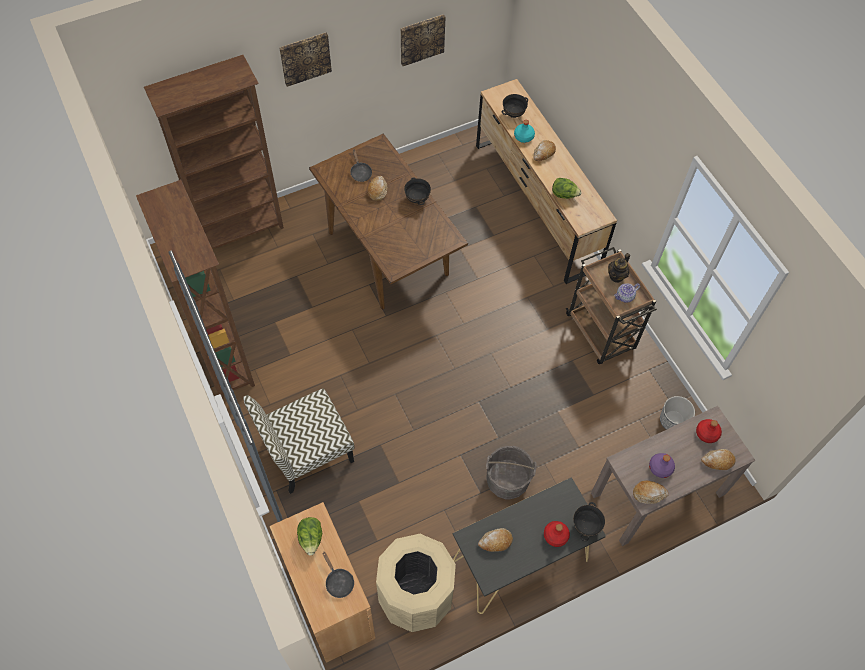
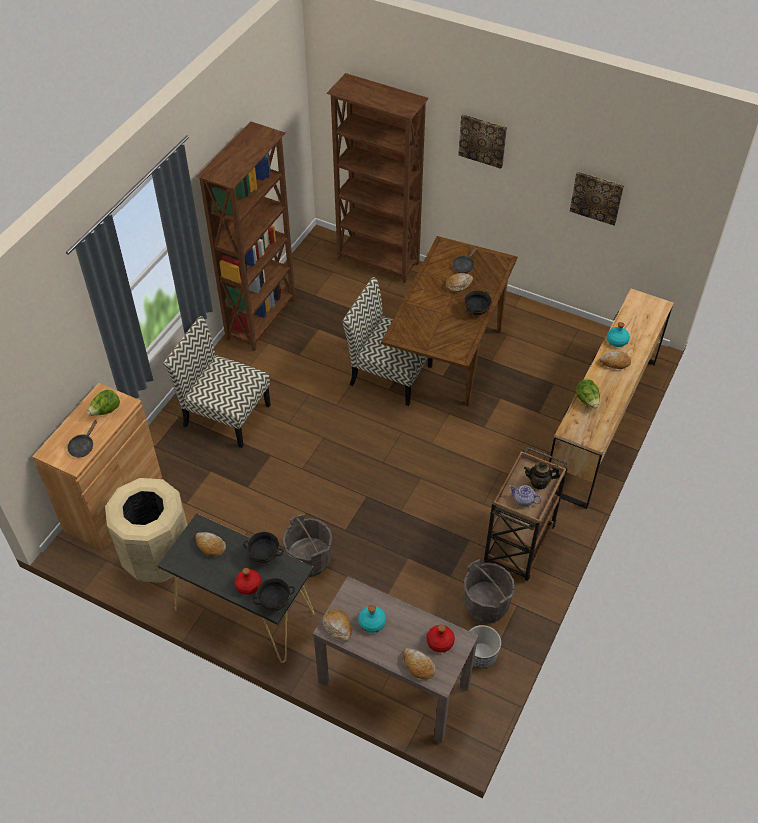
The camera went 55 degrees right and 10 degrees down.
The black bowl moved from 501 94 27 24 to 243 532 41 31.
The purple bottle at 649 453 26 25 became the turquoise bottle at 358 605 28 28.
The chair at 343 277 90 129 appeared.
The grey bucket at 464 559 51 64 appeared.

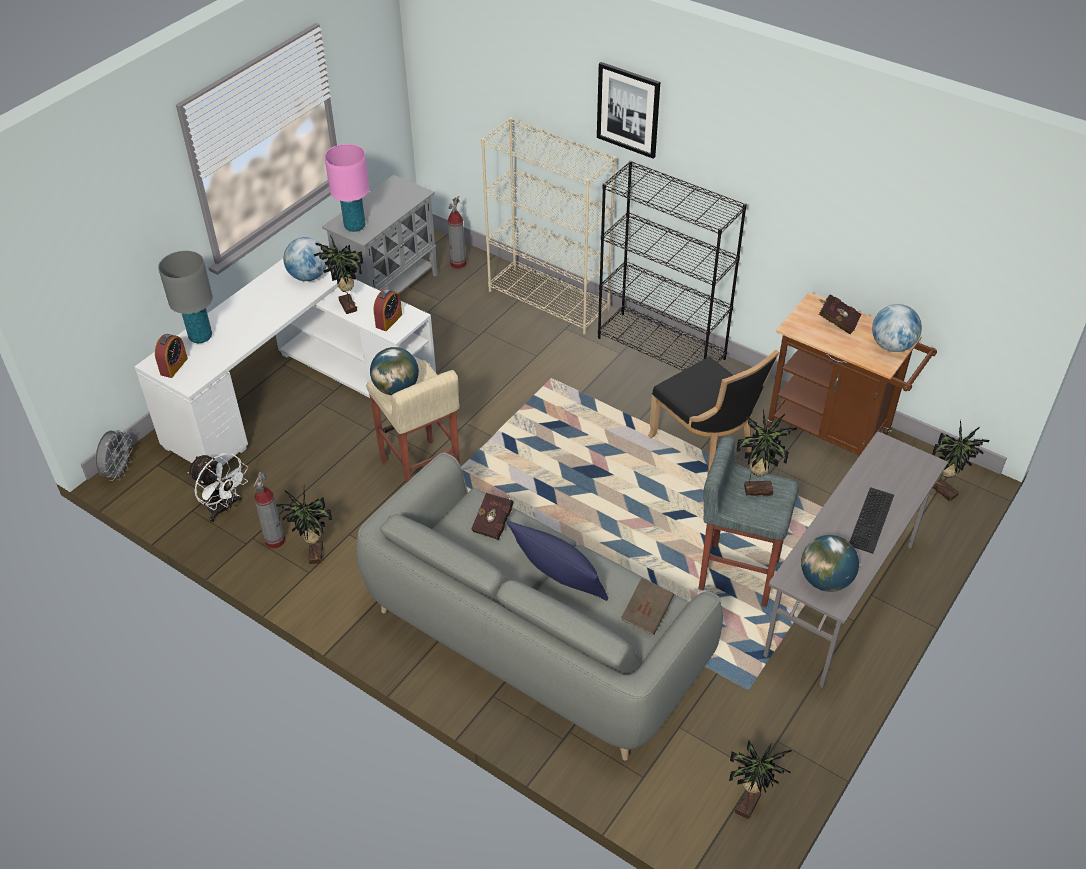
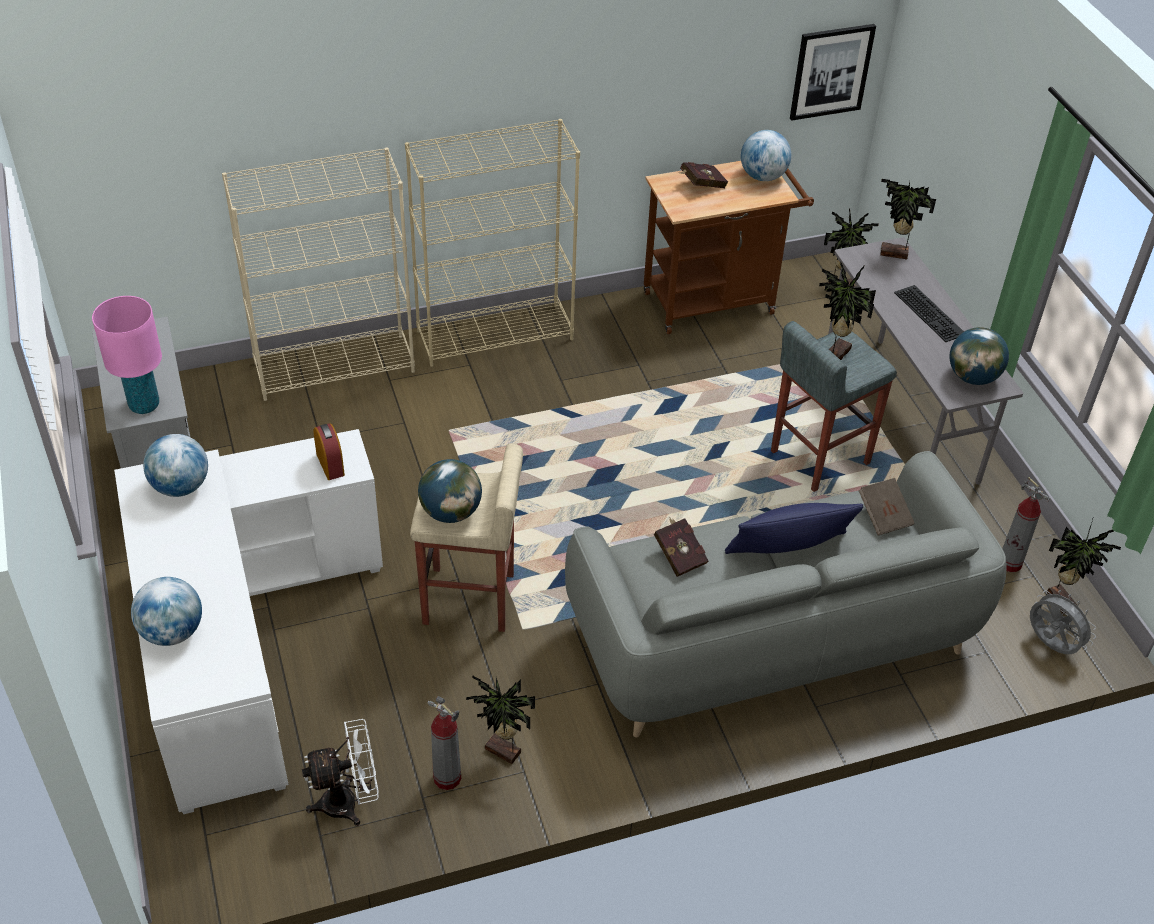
The camera went 55 degrees left and 0 degrees up.
The picture moved from 597 62 63 97 to 790 24 86 97.
The black bookcase at 598 161 149 210 became the beige bookcase at 405 119 175 248.
The fire extinguisher moved from 448 196 18 73 to 1002 477 48 95.
The potted plant moved from 314 235 49 79 to 880 179 56 80.
The grey table lamp at 158 251 55 92 was replaced by the globe at 131 577 71 69.
The alarm clock at 155 334 33 44 disappeared.
The black chair at 648 350 131 126 disappeared.
The grey fan moved from 96 430 37 51 to 1030 590 66 64.

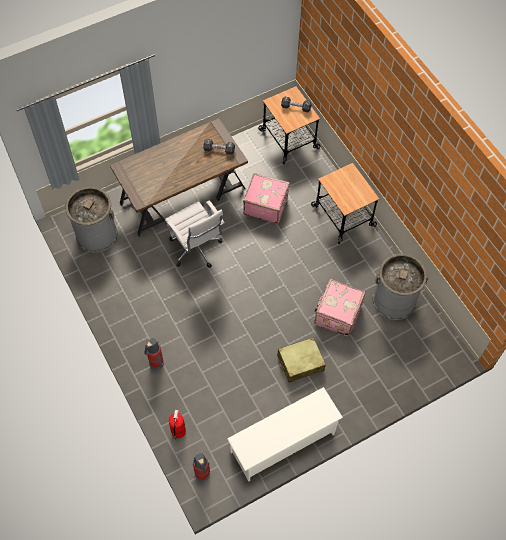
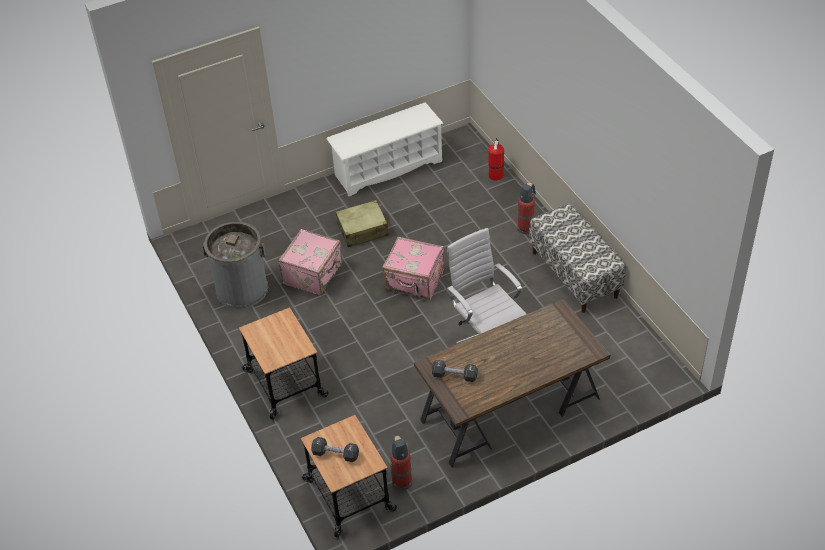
The camera went 175 degrees left and 15 degrees down.
The pink suitcase moved from 243 173 47 51 to 382 237 62 63.
The grey trash can at 65 187 53 66 disappeared.
The fire extinguisher moved from 193 453 17 28 to 390 435 22 56.
The bench at 529 204 97 109 appeared.

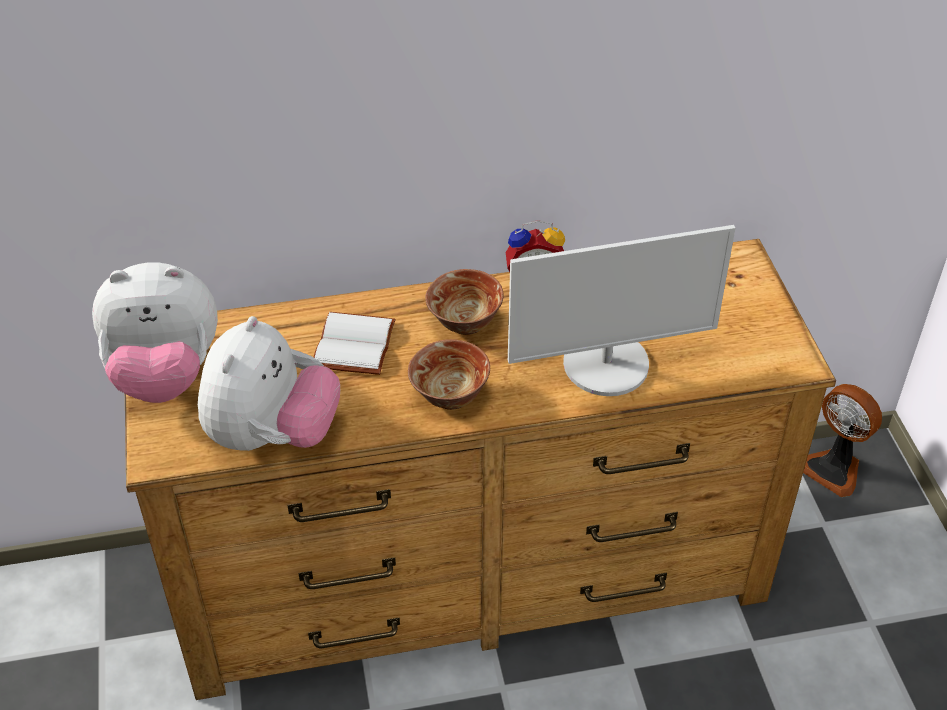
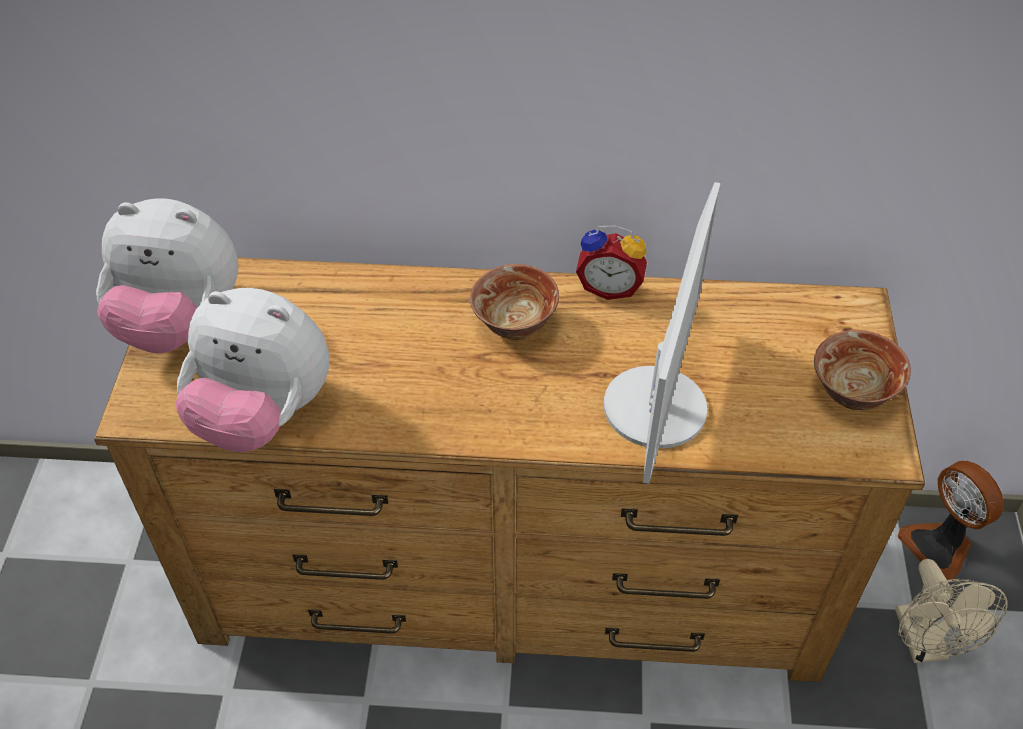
The camera went 15 degrees right and 5 degrees up.
The monitor at 508 225 227 171 turned 75 degrees counterclockwise.
The white book at 313 312 83 63 disappeared.
The plush toy at 198 316 142 135 turned 75 degrees clockwise.
The bowl moved from 408 339 82 71 to 814 330 97 80.
The beige fan at 895 559 113 104 appeared.

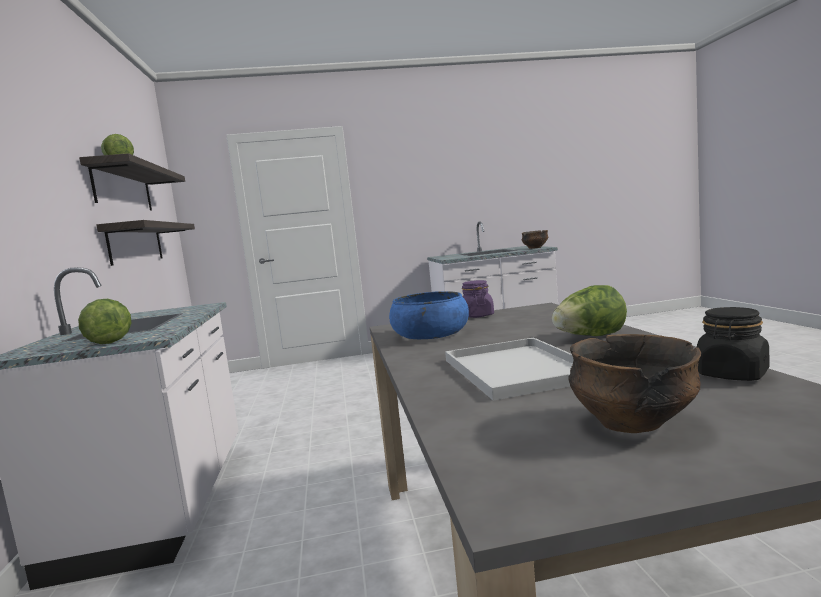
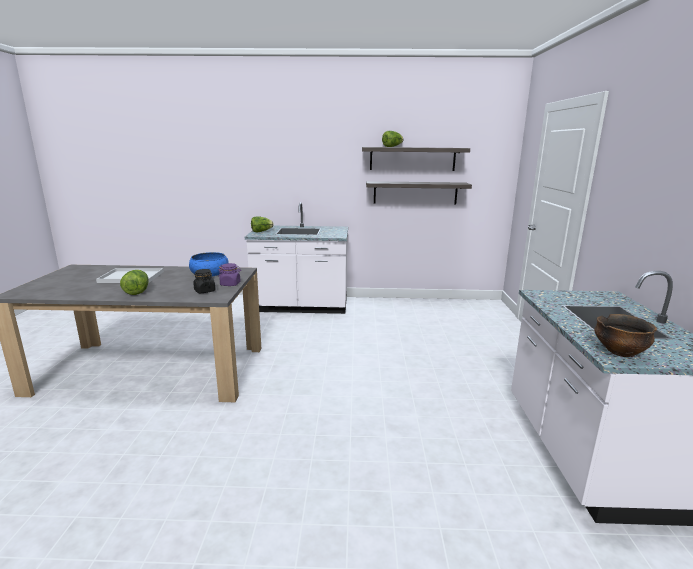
The camera went 100 degrees right and 10 degrees up.
The black jar moved from 697 307 72 74 to 193 269 23 24.
The bowl at 568 334 133 99 disappeared.

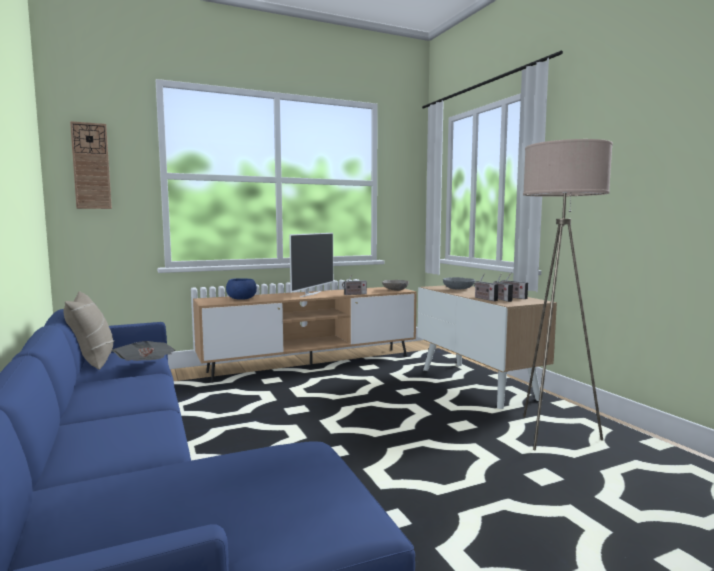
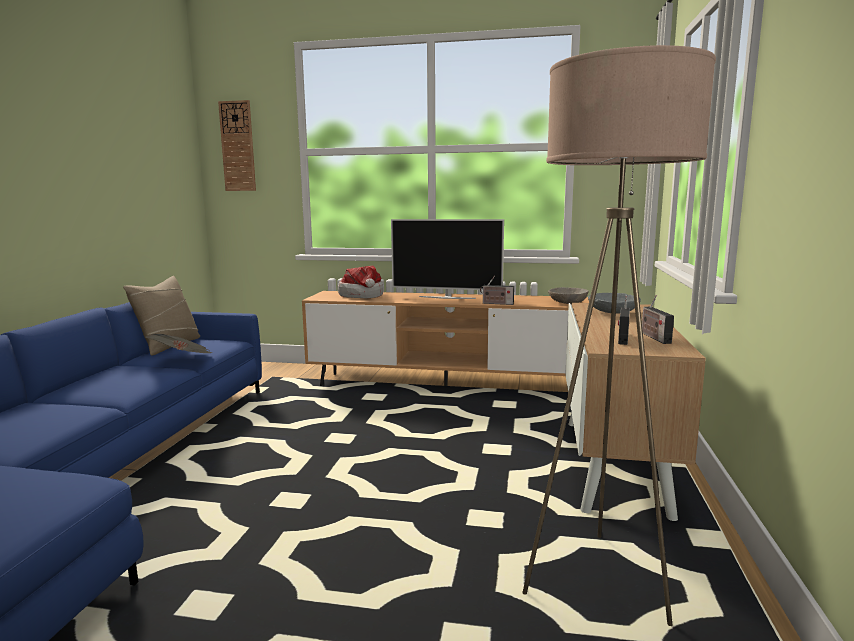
The camera went 35 degrees right and 5 degrees up.
The television at 289 233 44 64 turned 45 degrees clockwise.
The radio at 474 273 24 28 disappeared.
The blue bowl at 226 279 31 21 was replaced by the hat at 338 266 45 32.

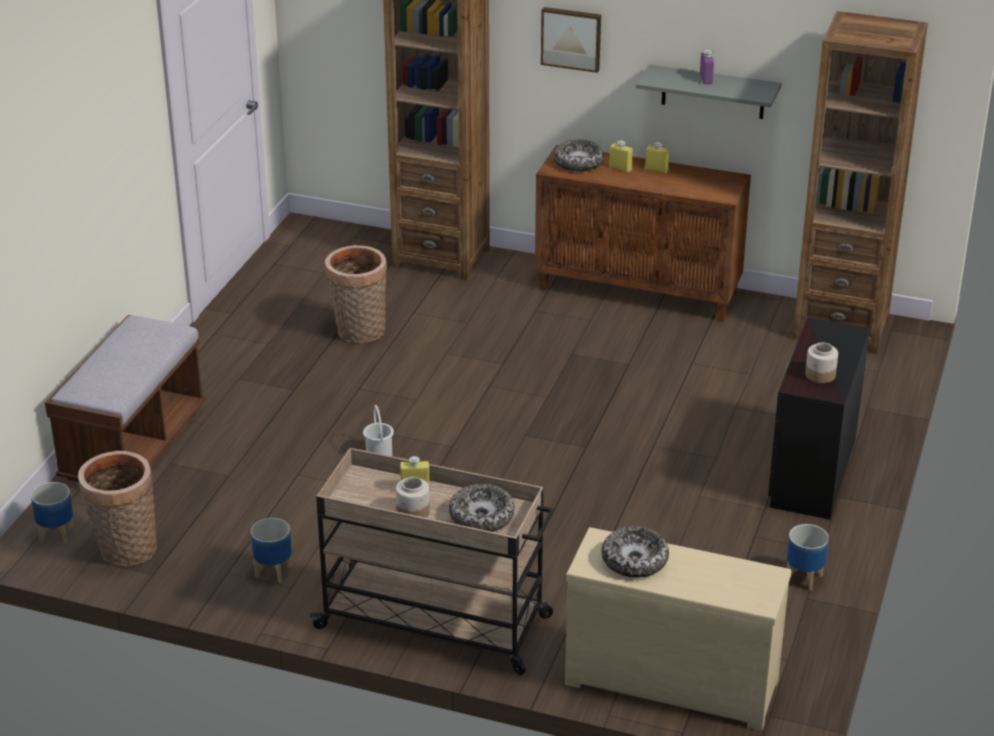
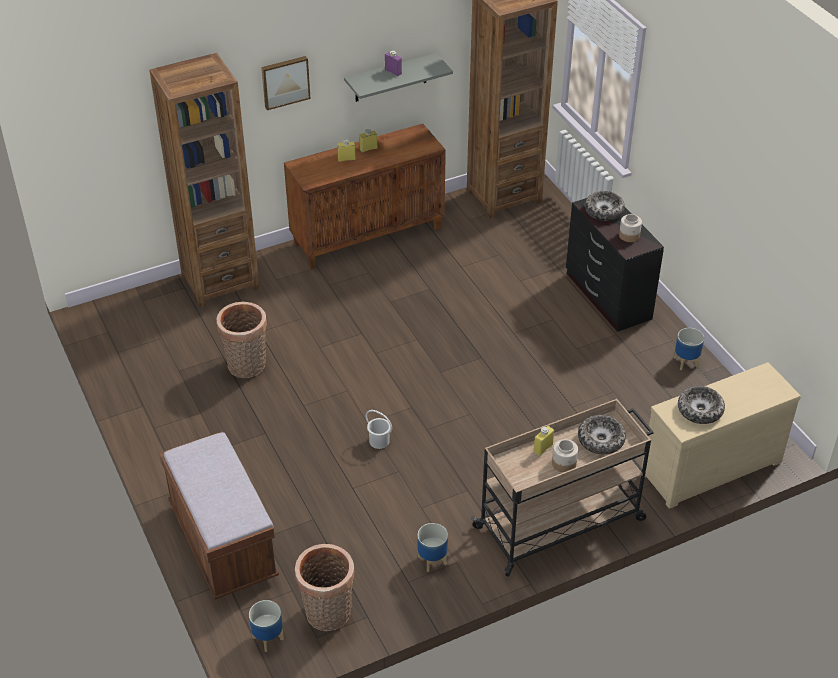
The camera went 45 degrees left and 10 degrees up.
The bowl moved from 554 139 50 33 to 584 191 41 30.

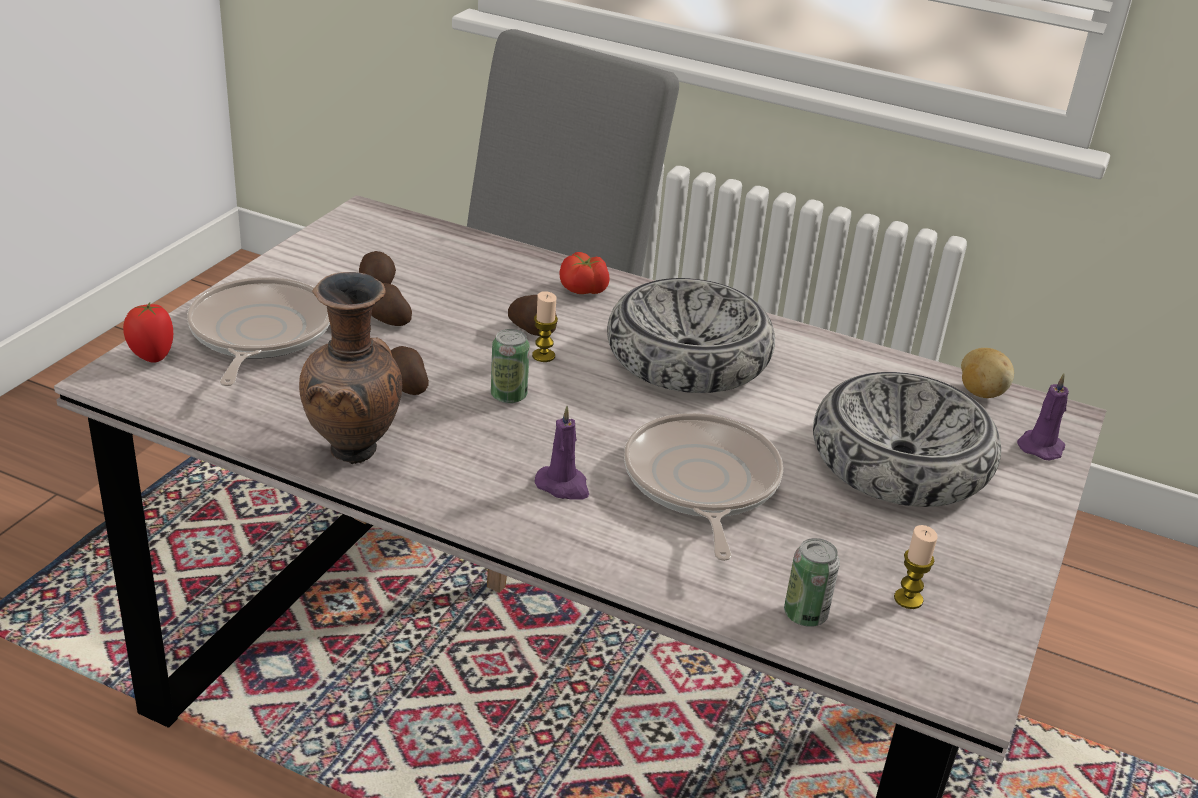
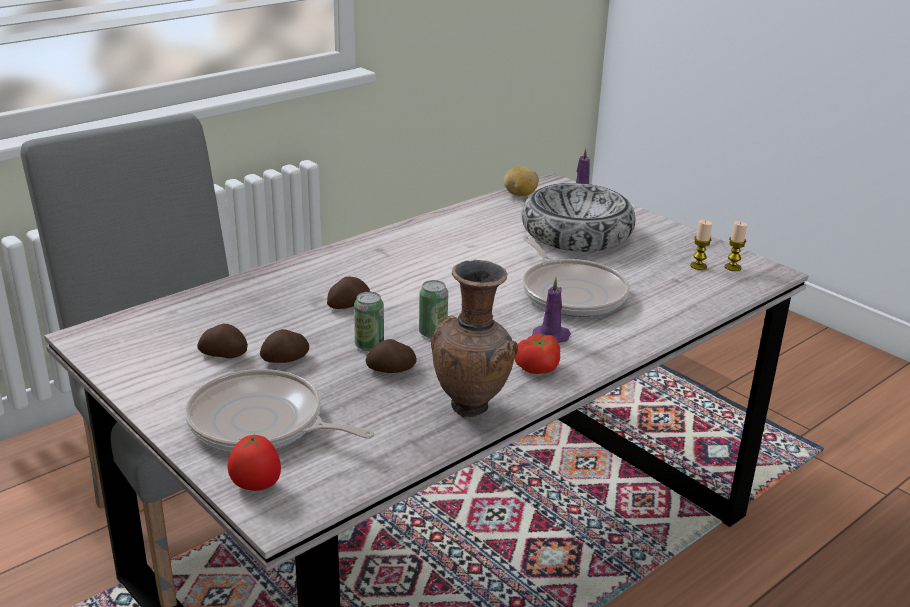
The camera went 65 degrees left and 5 degrees down.
The tomato moved from 559 252 51 42 to 515 334 45 40.
The bowl at 607 278 168 115 disappeared.
The candle moved from 532 291 26 71 to 725 221 22 50.
The frying pan at 624 413 159 148 turned 135 degrees counterclockwise.
The can moved from 784 538 56 89 to 354 292 30 59.

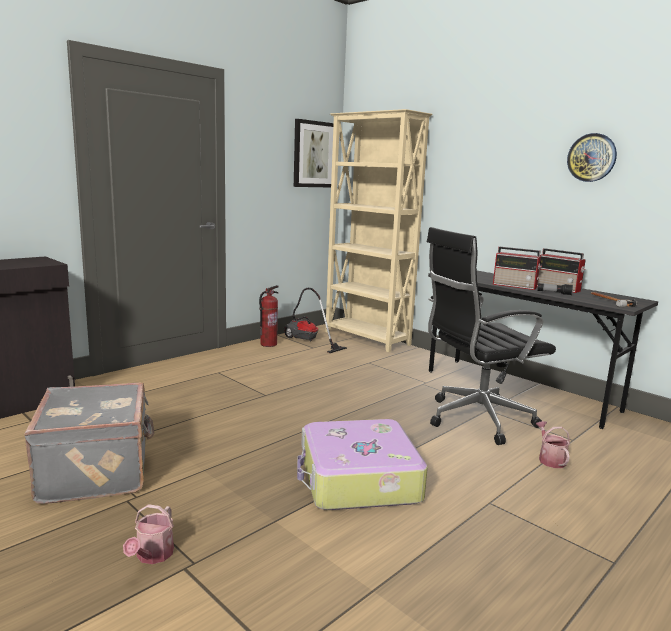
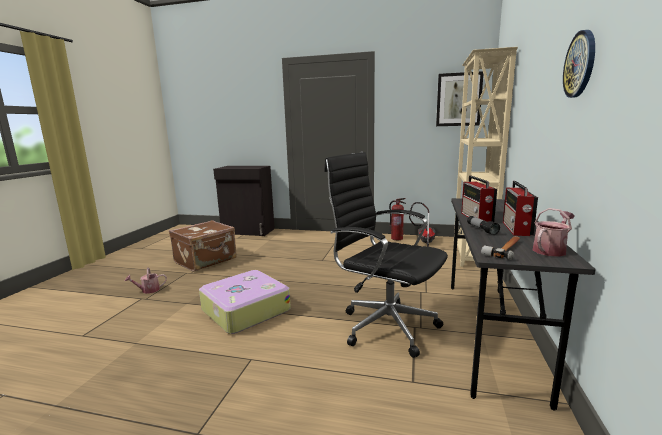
The camera went 60 degrees right and 0 degrees up.
The grey suitcase at 24 382 130 122 became the brown suitcase at 169 220 68 52.
The watering can moved from 536 421 34 47 to 533 208 42 49.

